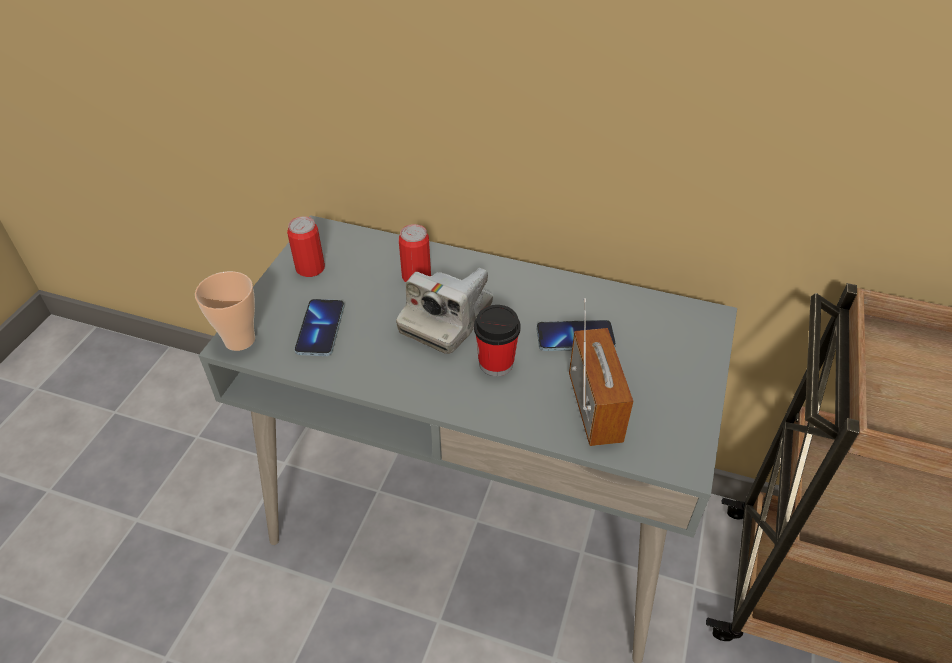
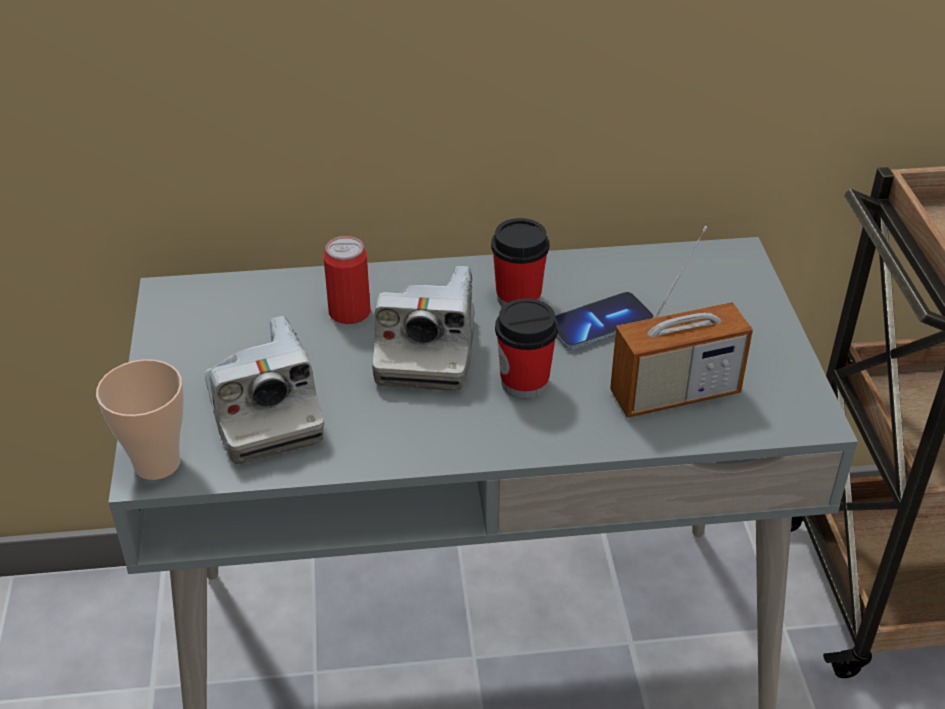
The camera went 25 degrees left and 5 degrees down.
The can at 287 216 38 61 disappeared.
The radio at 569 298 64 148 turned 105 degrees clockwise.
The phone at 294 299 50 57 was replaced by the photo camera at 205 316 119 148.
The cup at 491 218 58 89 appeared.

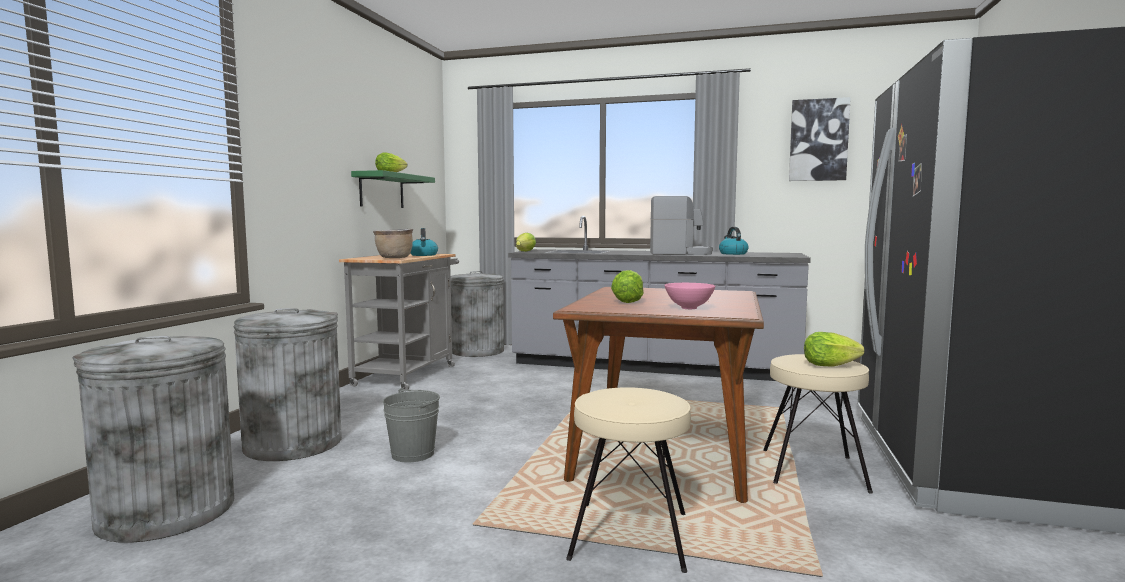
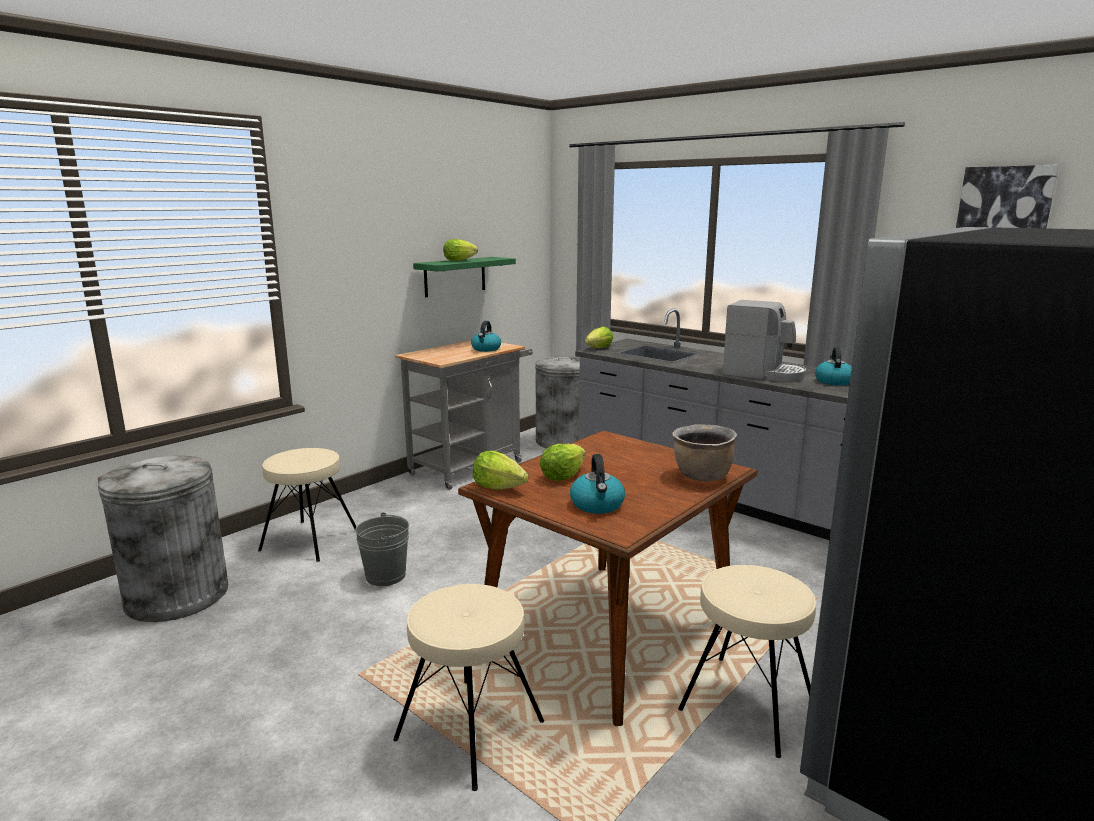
The camera went 25 degrees right and 10 degrees up.
The brown cooking pot moved from 373 229 40 29 to 672 425 65 56.
The pink bowl at 665 283 50 26 was replaced by the kettle at 570 454 55 60.
The grey trash can at 234 308 108 153 was replaced by the beige stool at 258 448 99 114.
The lettuce moved from 804 332 60 35 to 473 450 56 40.

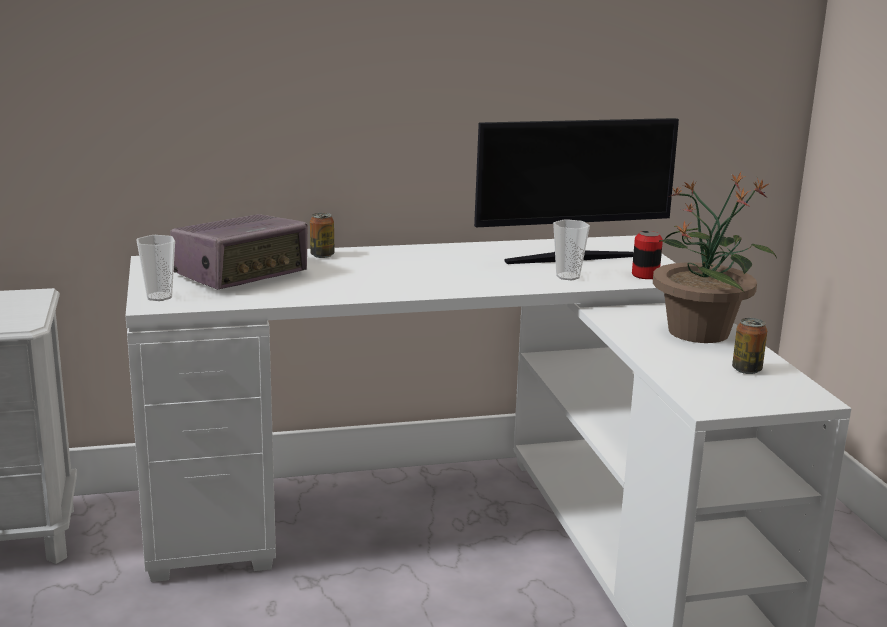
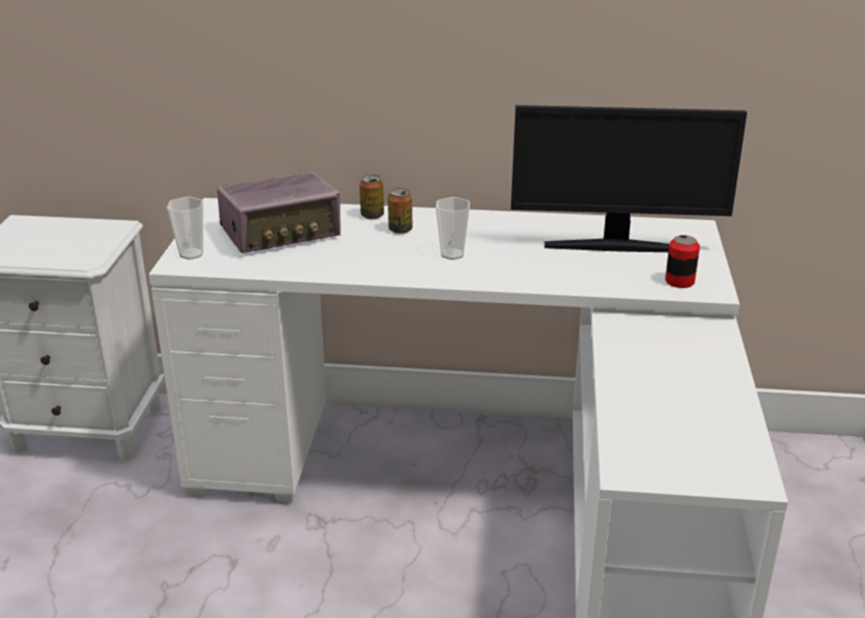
The camera went 20 degrees right and 10 degrees up.
The potted plant at 653 172 124 171 disappeared.
The cup moved from 553 219 37 61 to 436 197 34 63.
The can moved from 732 318 35 56 to 388 188 25 46.

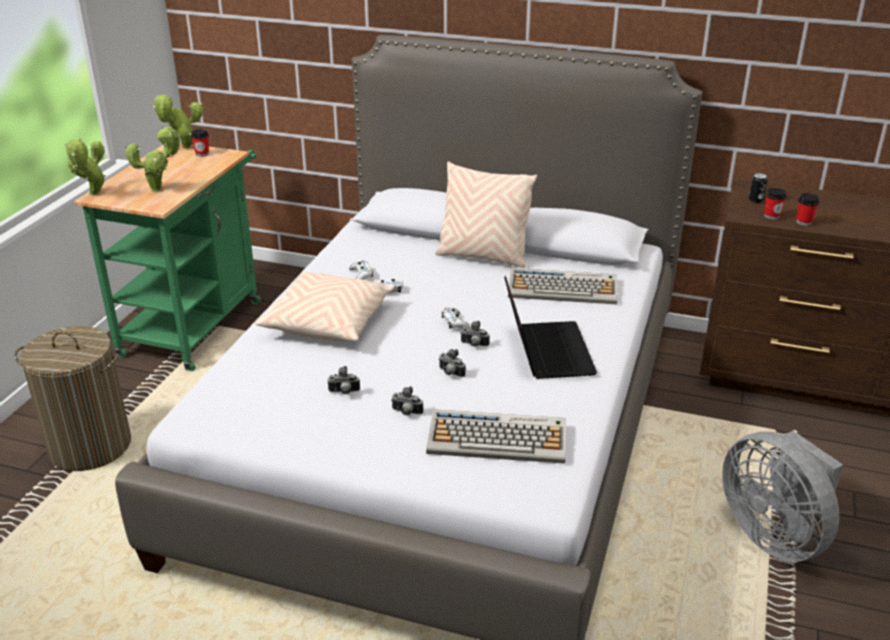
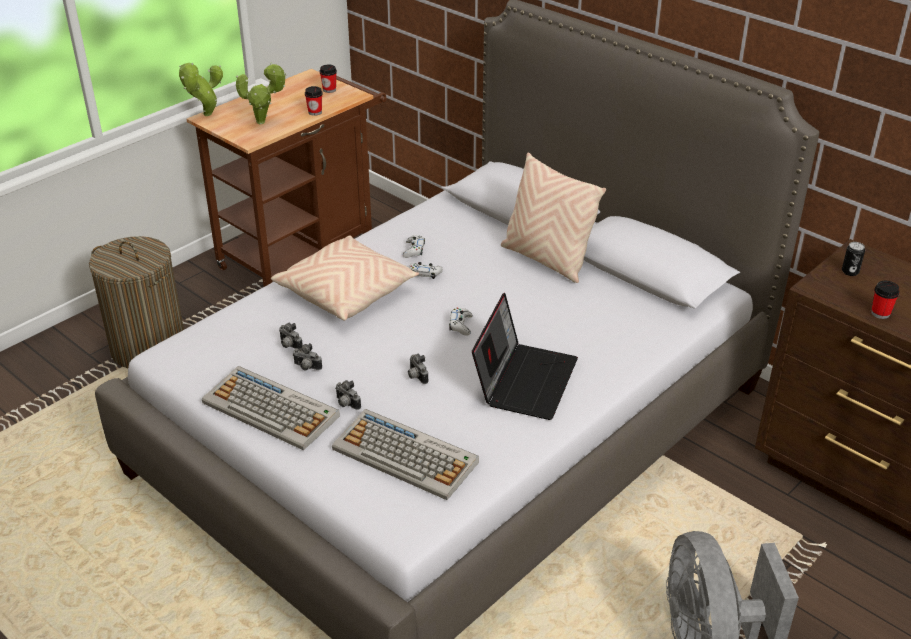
The camera went 25 degrees right and 5 degrees up.
The potted plant at 153 95 50 54 disappeared.
The green cart at 74 143 187 228 became the brown cart at 186 69 201 218.
The cup moved from 764 188 22 32 to 305 86 18 30.
The keyboard moved from 508 268 110 36 to 202 366 138 84.
The photo camera moved from 460 321 30 26 to 279 323 24 26.

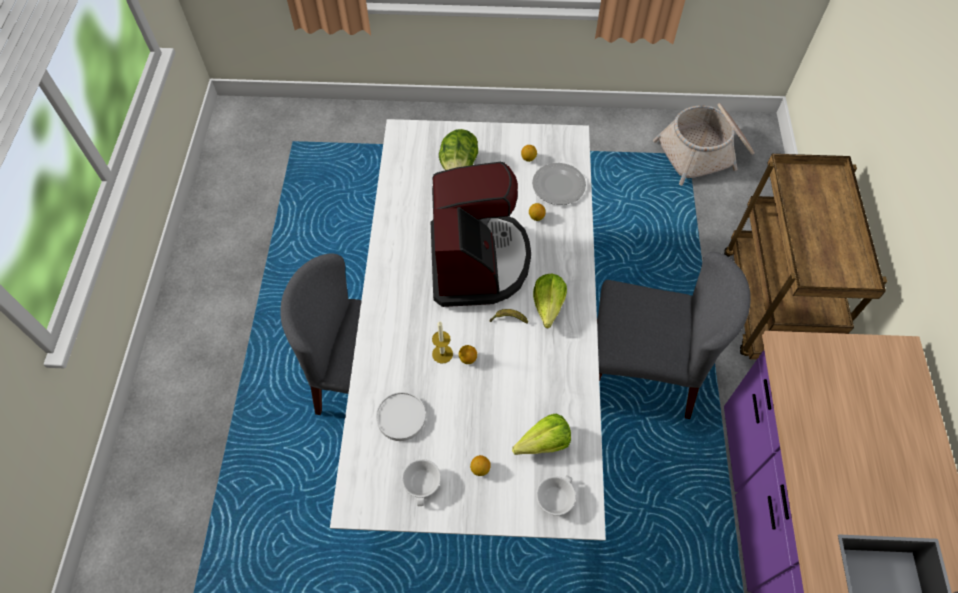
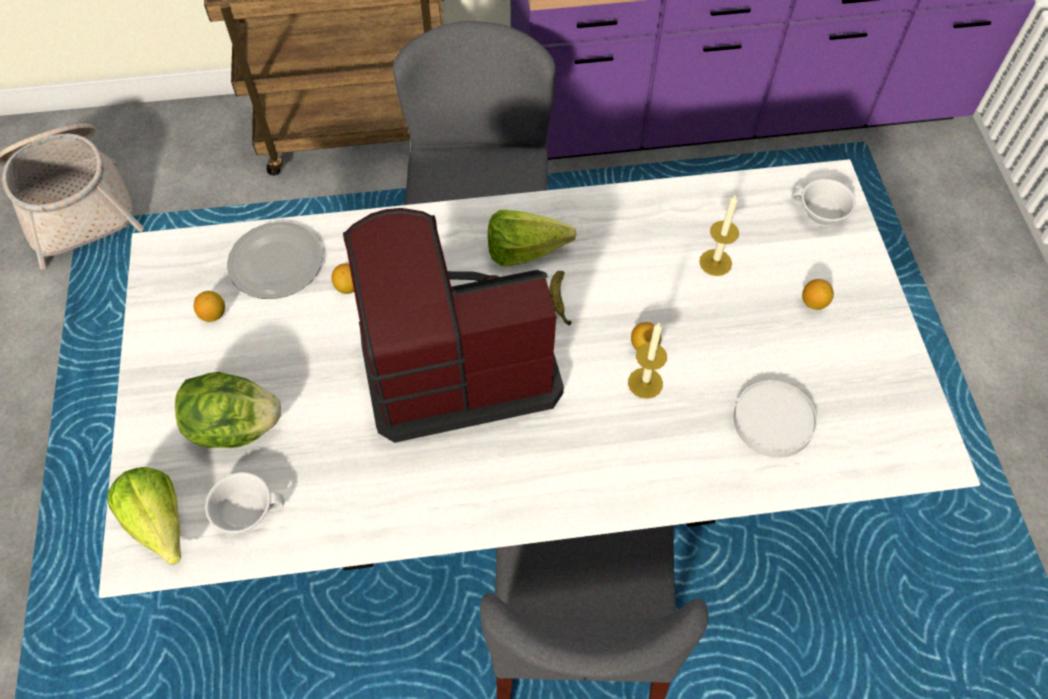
The camera went 100 degrees left and 0 degrees up.
The lettuce moved from 512 414 59 41 to 107 467 74 97.
The white cup moved from 402 459 39 47 to 205 472 79 61.
The candle at 699 194 40 82 appeared.

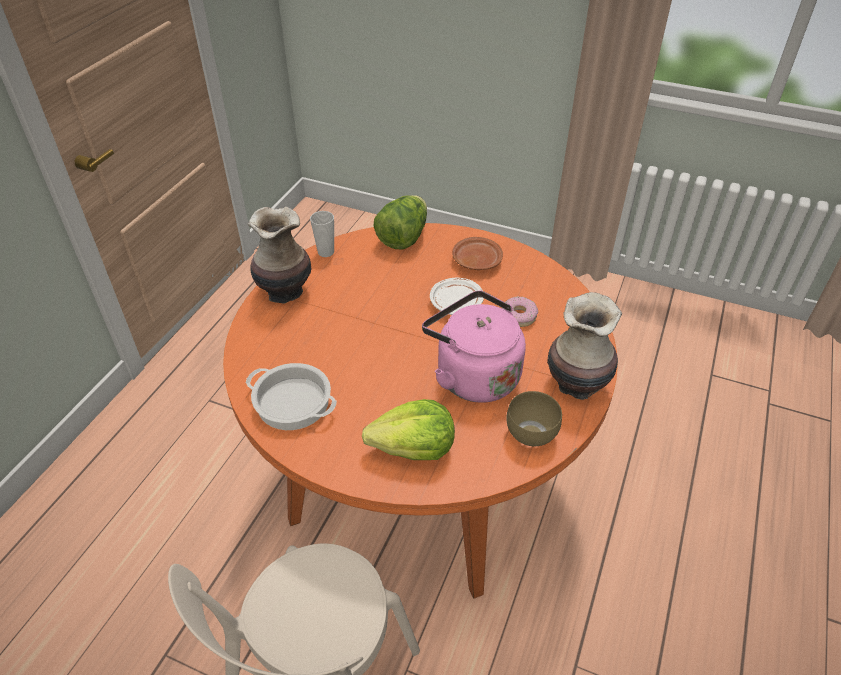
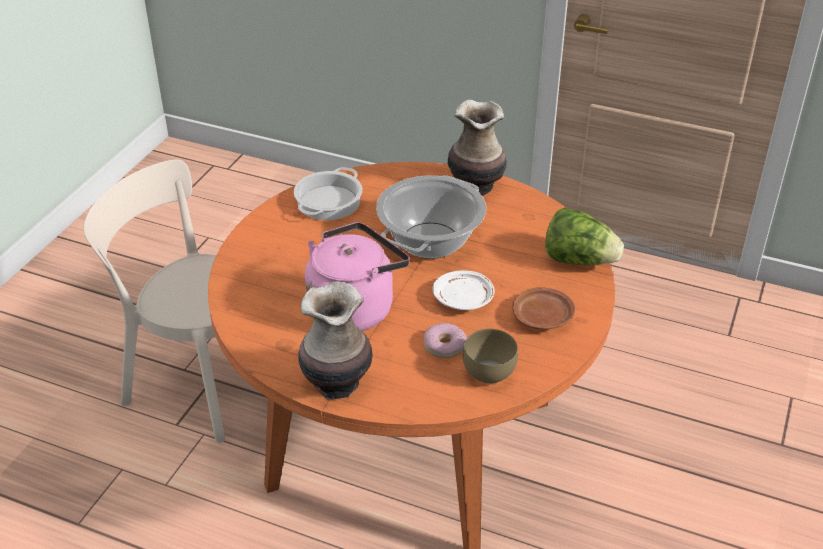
The camera went 90 degrees right and 5 degrees down.
The cup at 310 211 24 46 disappeared.
The brown bowl moved from 506 391 56 55 to 463 329 55 55.
The lettuce at 362 399 93 61 disappeared.
The cooking pot at 376 175 110 84 appeared.

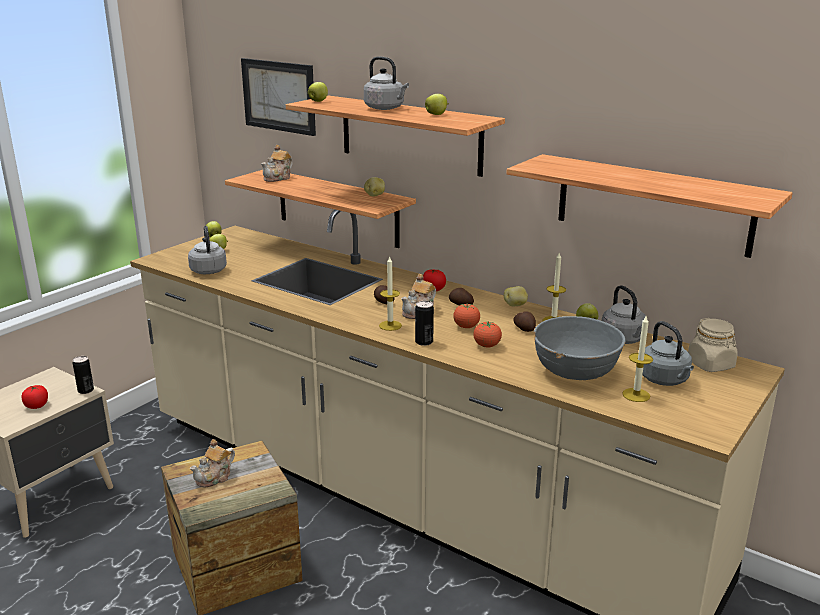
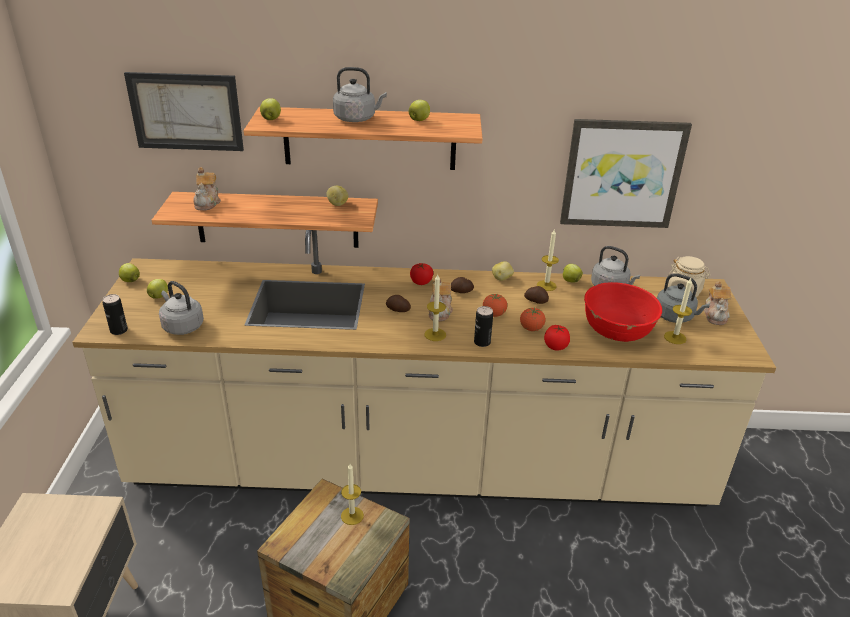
The camera went 35 degrees left and 10 degrees up.
The shelf at 506 154 287 104 was replaced by the picture at 560 119 132 109.
The grey bowl at 534 316 92 64 became the red bowl at 584 282 78 60.
The can moved from 73 356 21 38 to 102 294 26 41.
The tomato moved from 22 385 26 24 to 544 325 26 25.
The teapot moved from 190 439 45 49 to 704 281 27 44.
The candle at 341 464 23 61 appeared.

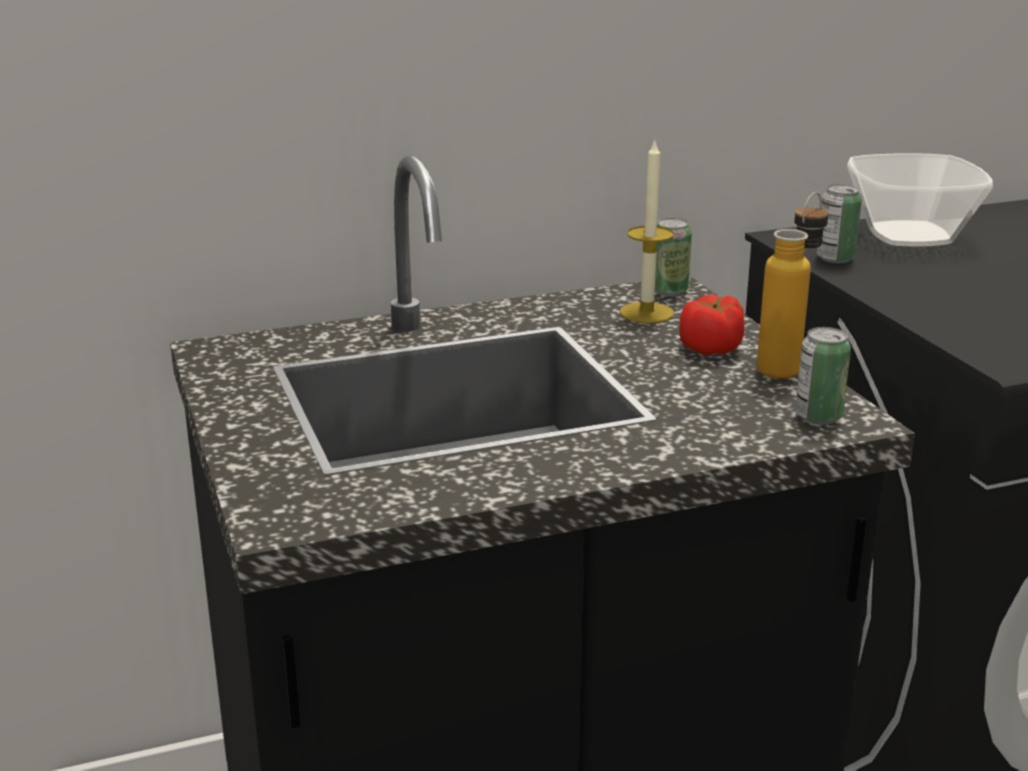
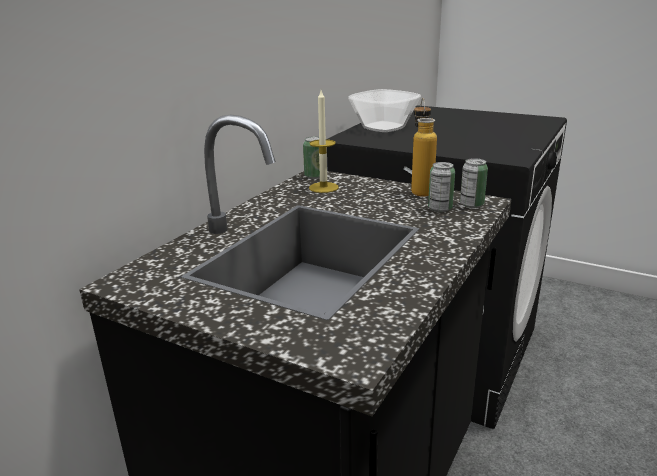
The camera went 40 degrees left and 0 degrees up.
The can moved from 816 184 46 79 to 428 162 27 50.
The tomato at 679 295 66 60 disappeared.

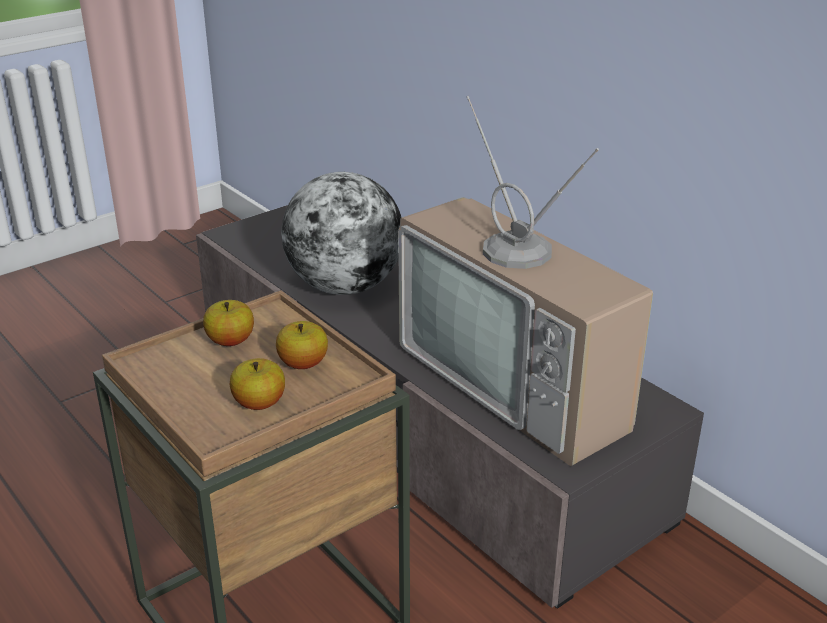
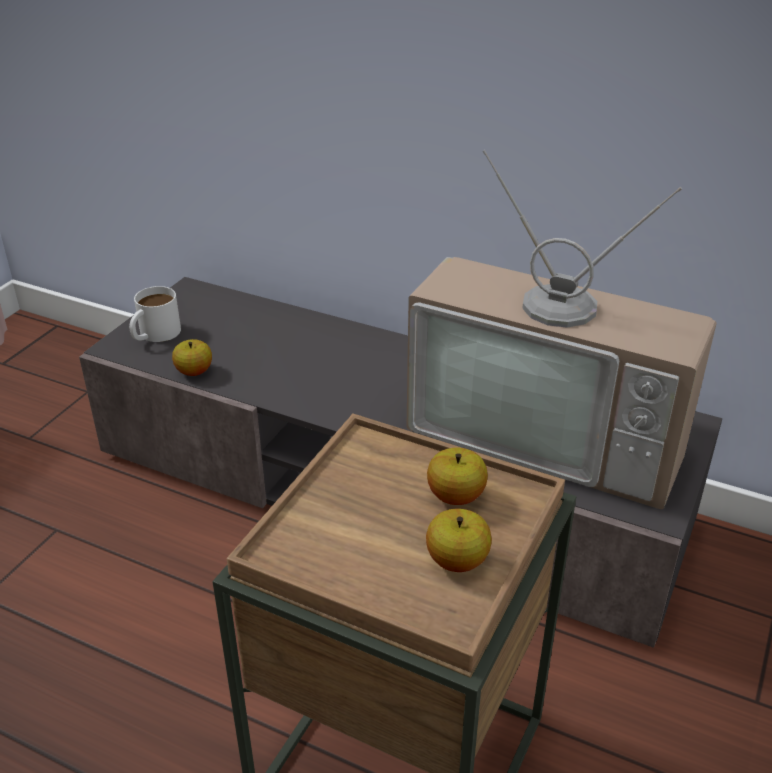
The camera went 25 degrees left and 5 degrees up.
The globe at 281 172 121 123 disappeared.
The apple moved from 203 300 51 46 to 172 339 40 37.
The white mug at 129 286 52 56 appeared.

